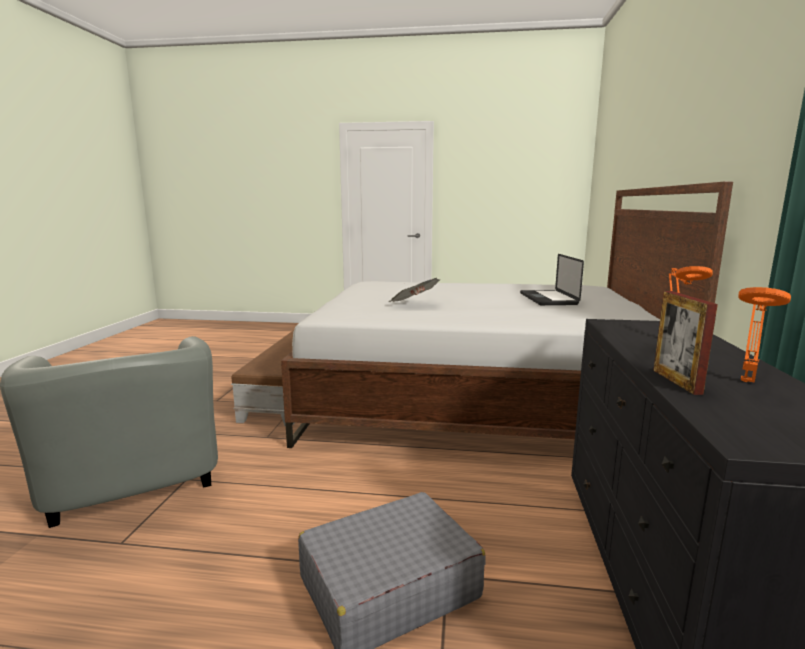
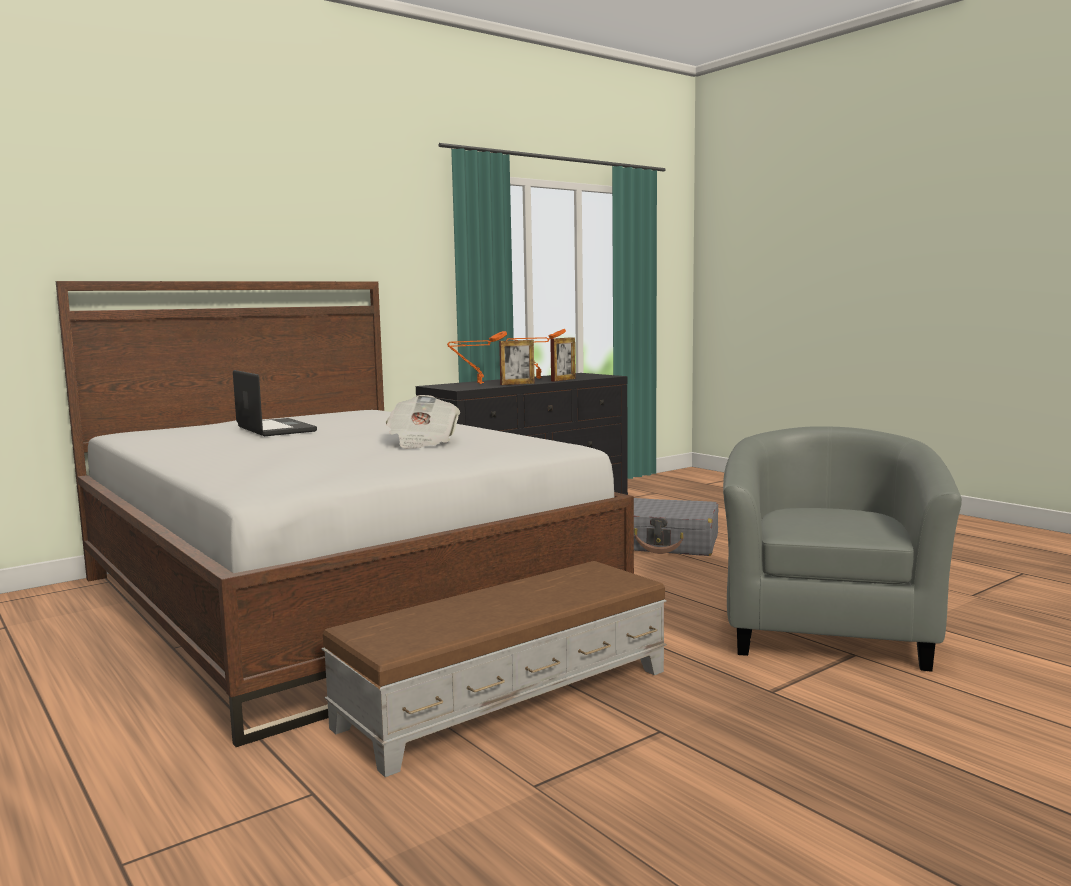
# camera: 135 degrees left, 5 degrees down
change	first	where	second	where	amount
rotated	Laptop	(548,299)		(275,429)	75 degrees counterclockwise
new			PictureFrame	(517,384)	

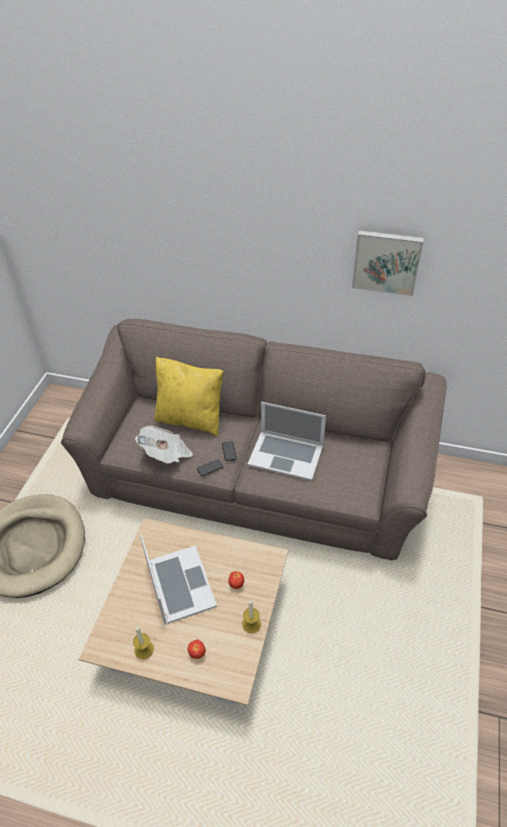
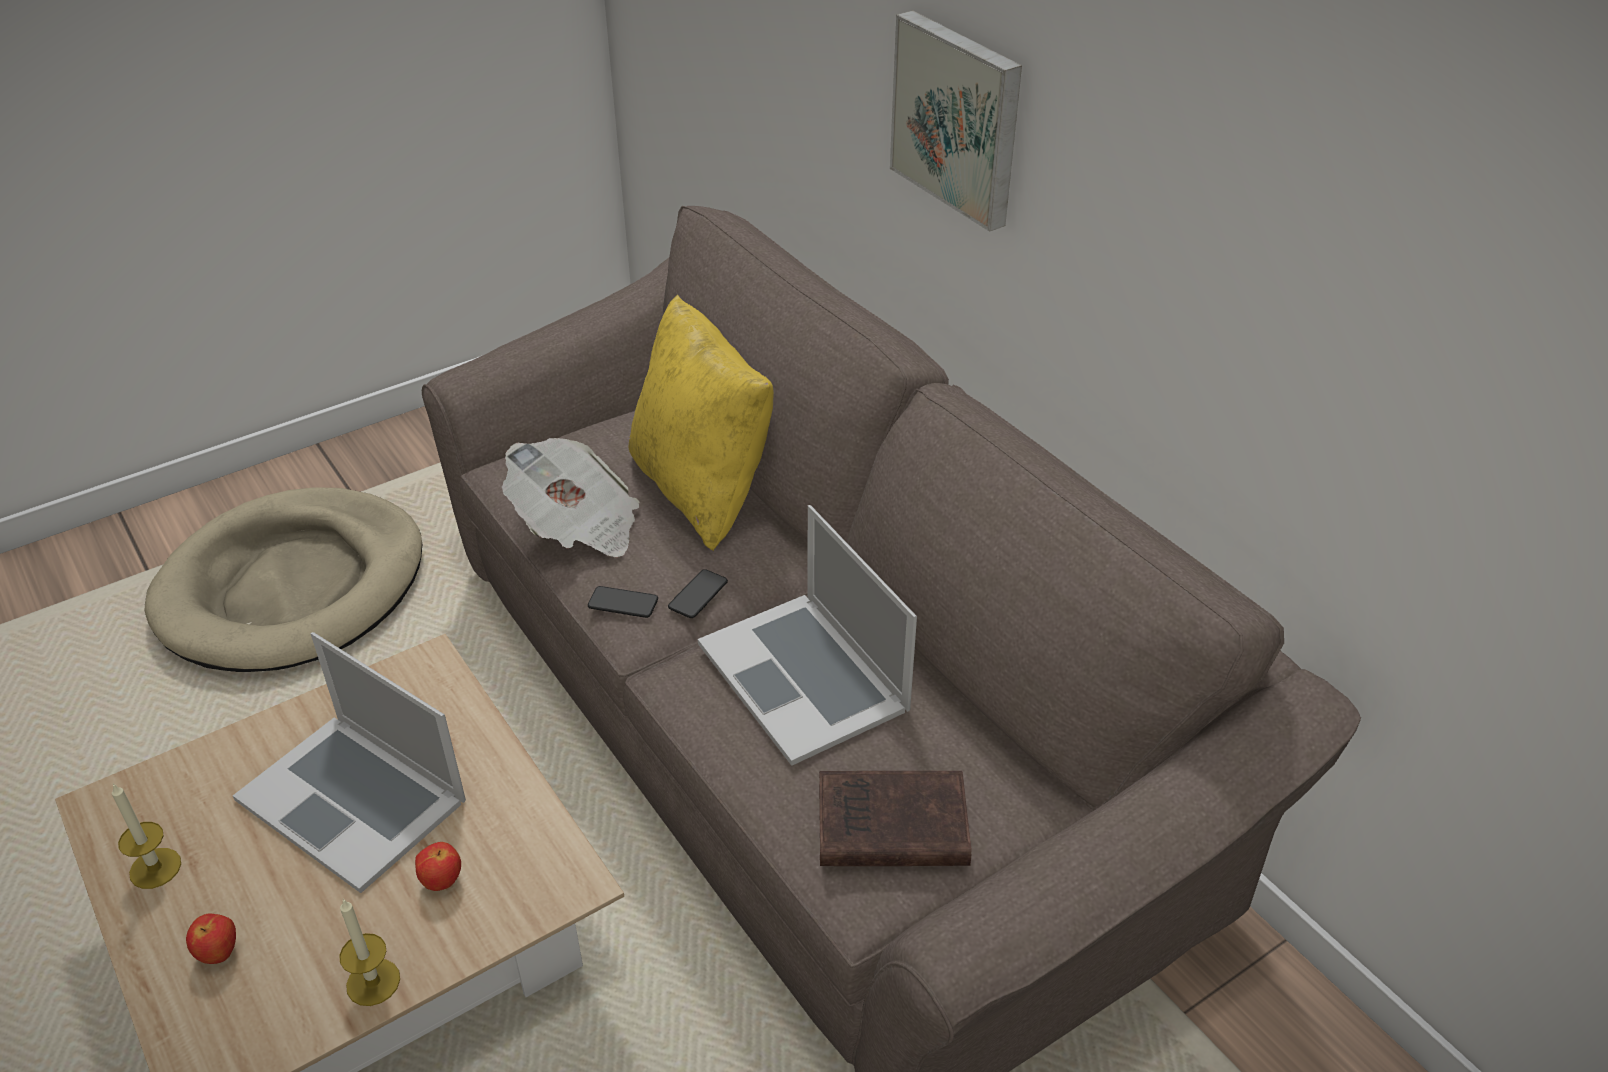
# camera: 40 degrees right, 5 degrees down
change	first	where	second	where	amount
shifted	Picture	(386,261)		(959,118)	
rotated	Laptop	(180,584)		(352,799)	105 degrees clockwise
new			BrownBook	(887,826)	

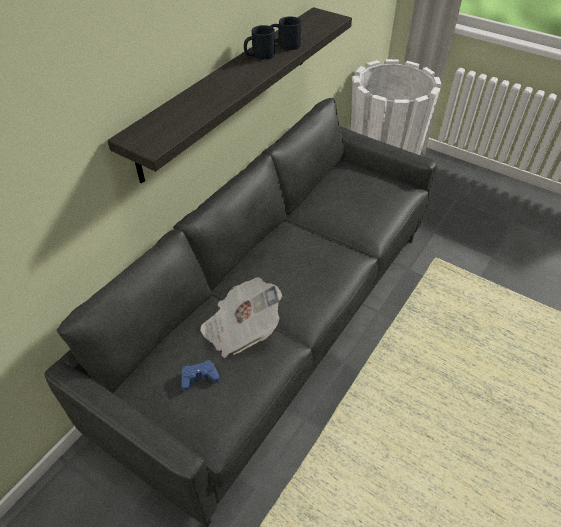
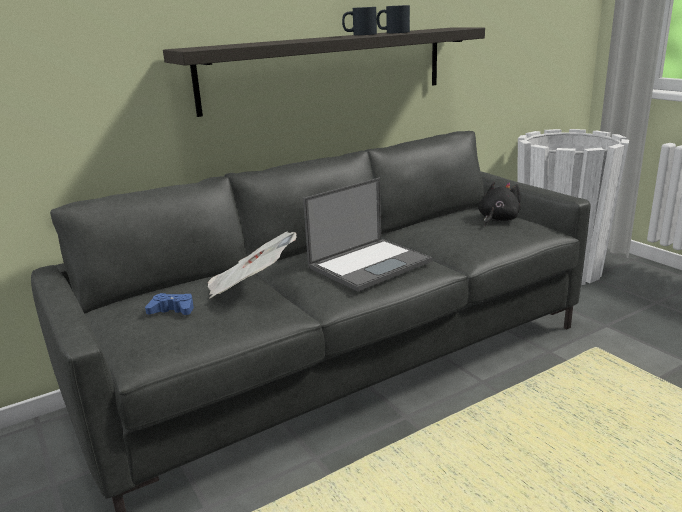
# camera: 25 degrees right, 25 degrees down
change	first	where	second	where	amount
new			Laptop	(370,264)	
new			BlackPlushToy	(497,219)	

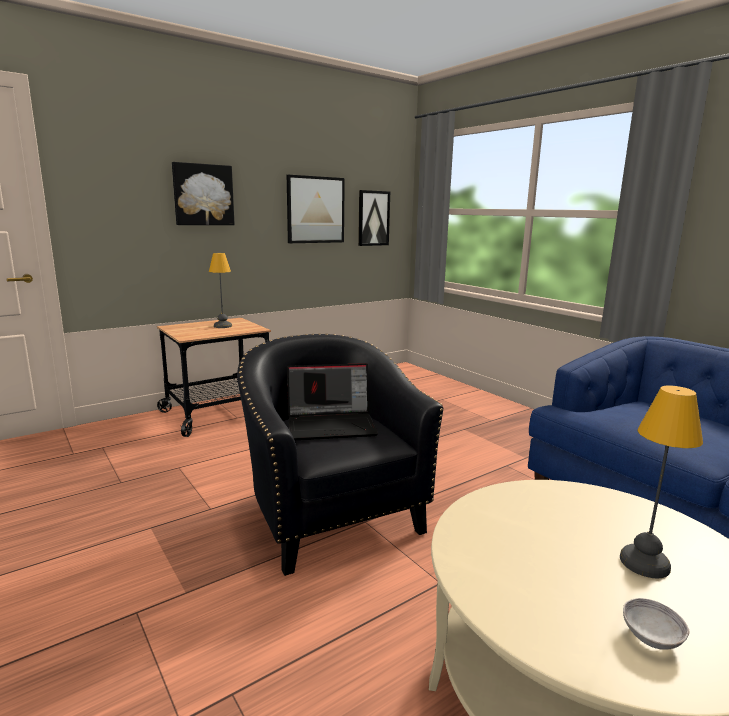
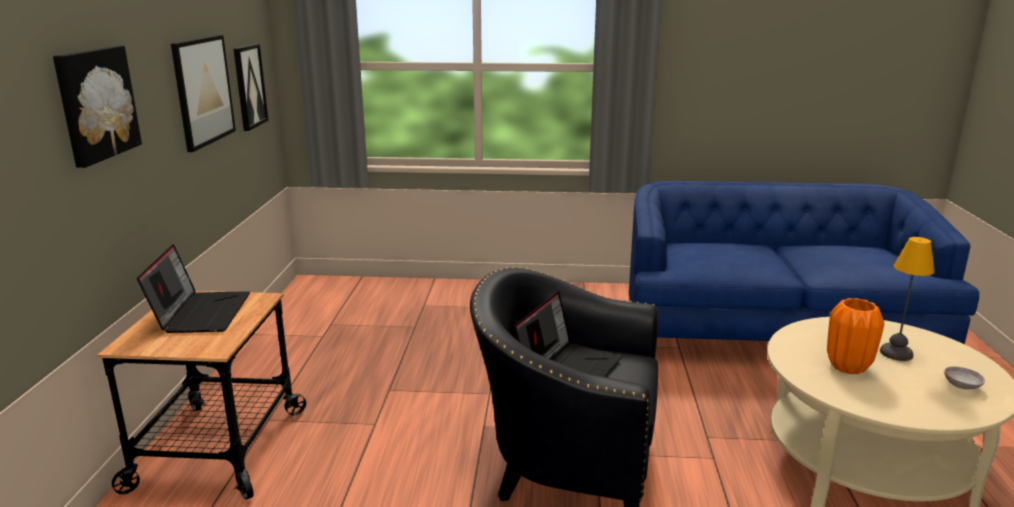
# camera: 50 degrees left, 5 degrees up
change	first	where	second	where	amount
swapped	TableLamp	(222,326)	Laptop	(201,313)	
new			OrangeVase	(847,367)	

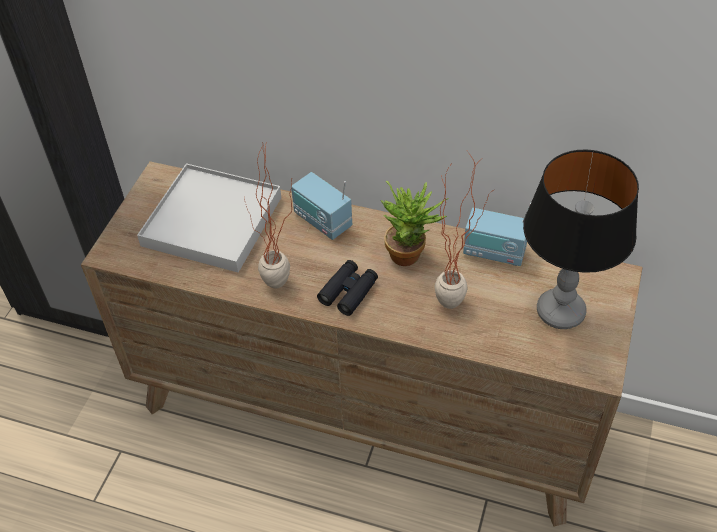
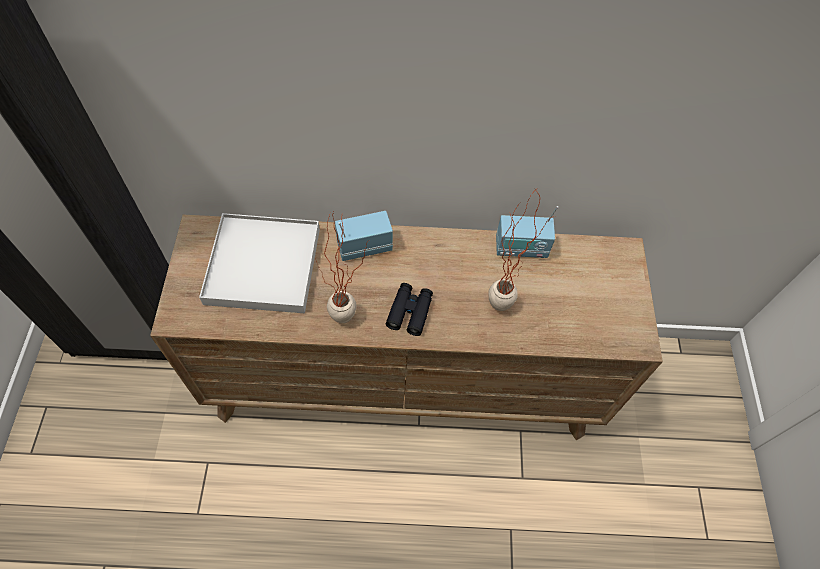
# camera: 20 degrees left, 10 degrees up
change	first	where	second	where	amount
gone	TableLamp	(561,312)			
rotated	Radio	(322,221)		(364,246)	135 degrees clockwise
gone	PottedPlant	(411,254)			

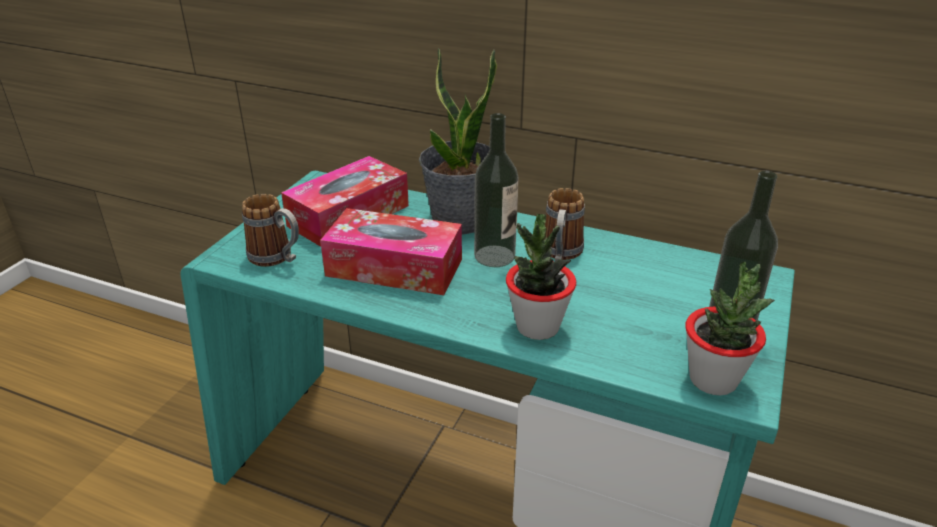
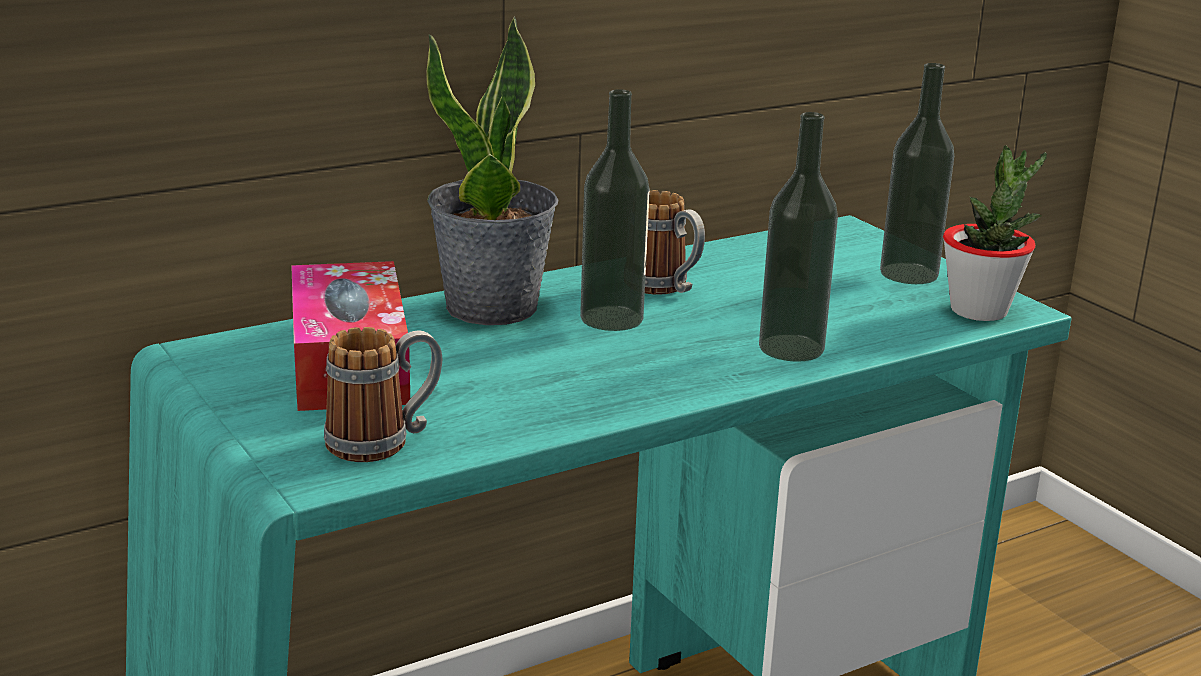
# camera: 55 degrees left, 10 degrees down
change	first	where	second	where	amount
gone	TissueBox	(394,267)			
swapped	PottedPlant	(537,327)	Bottle	(791,348)	

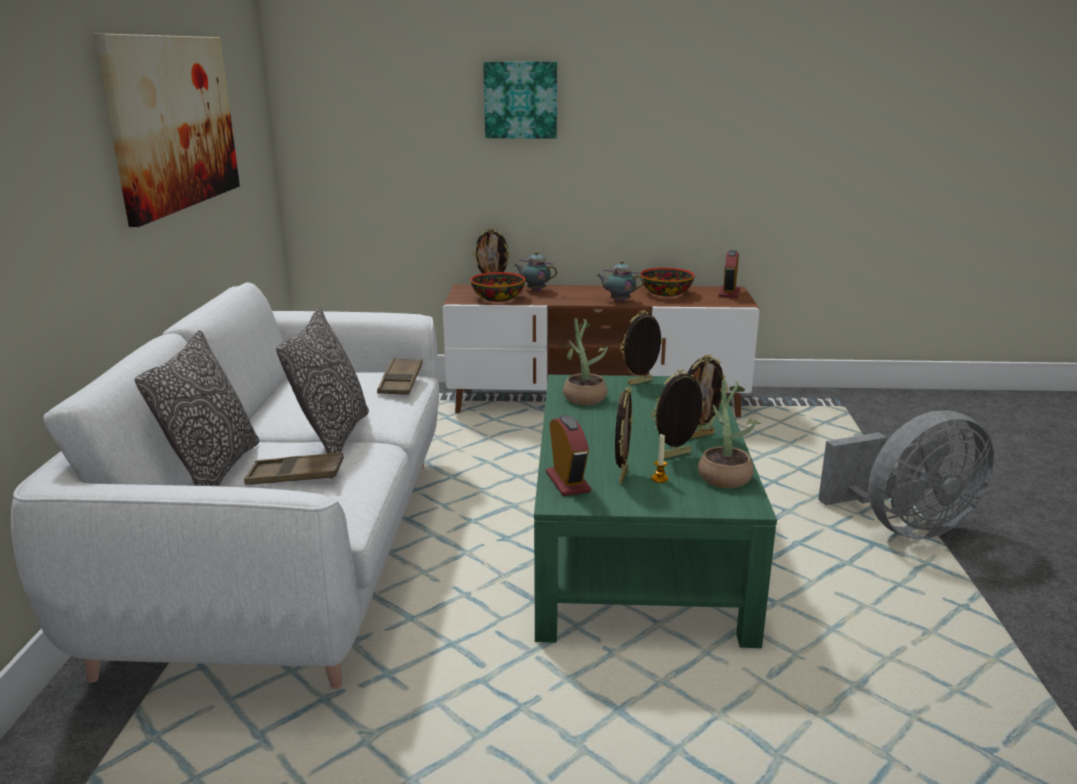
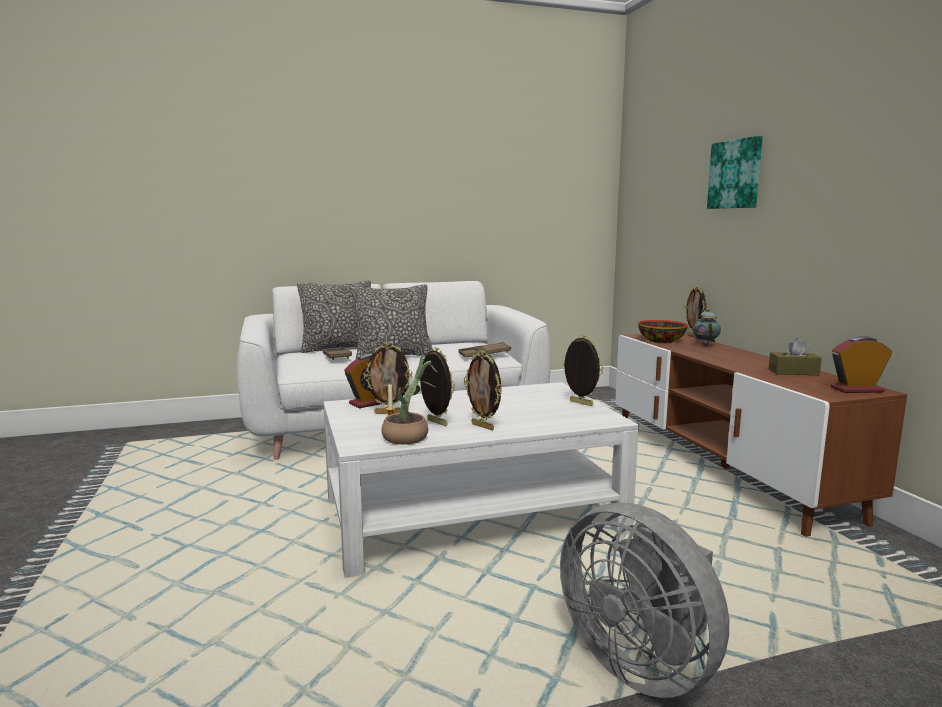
# camera: 70 degrees right, 10 degrees down
change	first	where	second	where	amount
gone	Picture	(174,122)			
gone	Teapot	(619,301)			
swapped	Bowl	(665,293)	BrownTissueBox	(793,372)	
gone	PottedPlant	(582,396)			
repainted	GreenCoffeeTable	(635,545)	WhiteCoffeeTable	(472,514)	

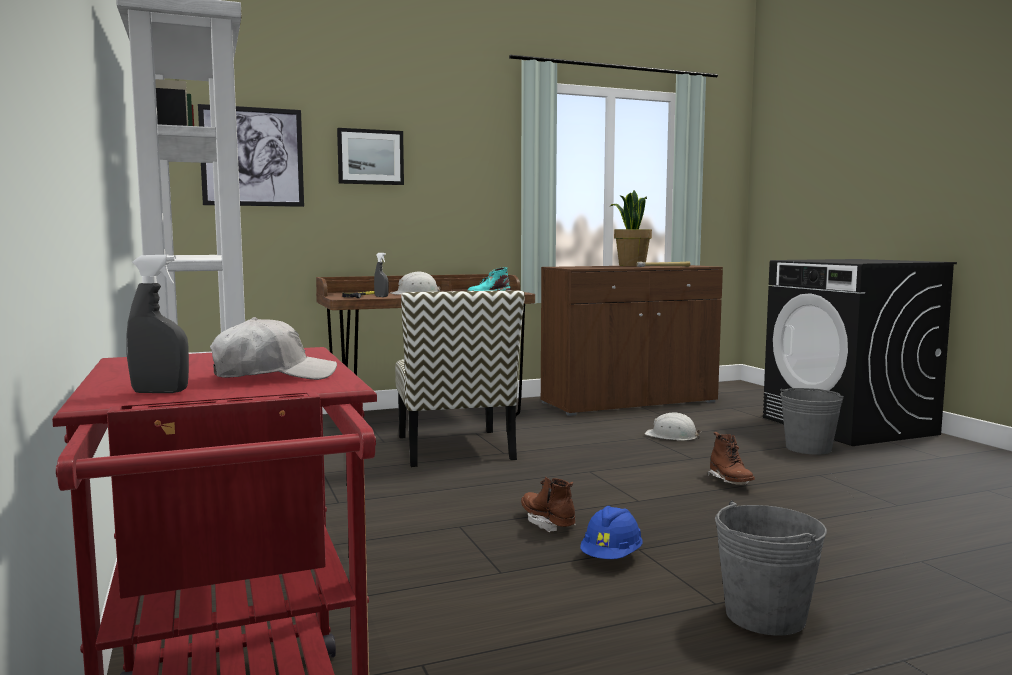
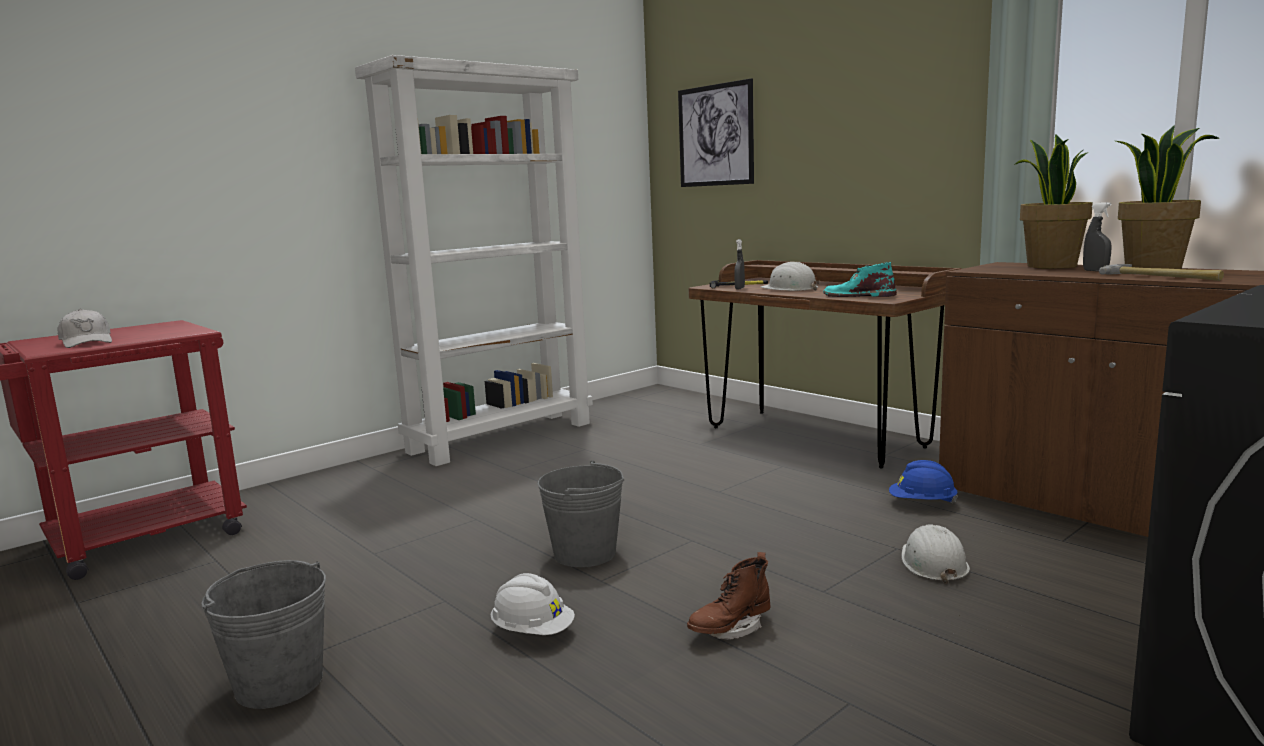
# camera: 70 degrees right, 5 degrees up
change	first	where	second	where	amount
gone	Picture	(370,157)			
shifted	GreySprayBottle	(160,392)		(1095,271)	
gone	Chair	(455,448)			
shifted	GreyBucket	(808,448)		(585,553)	
gone	BrownBoot	(547,523)			
shifted	BlueHardHat	(611,557)		(922,503)	
new			PottedPlant	(1050,266)	
new			WhiteHardHat	(533,632)	

